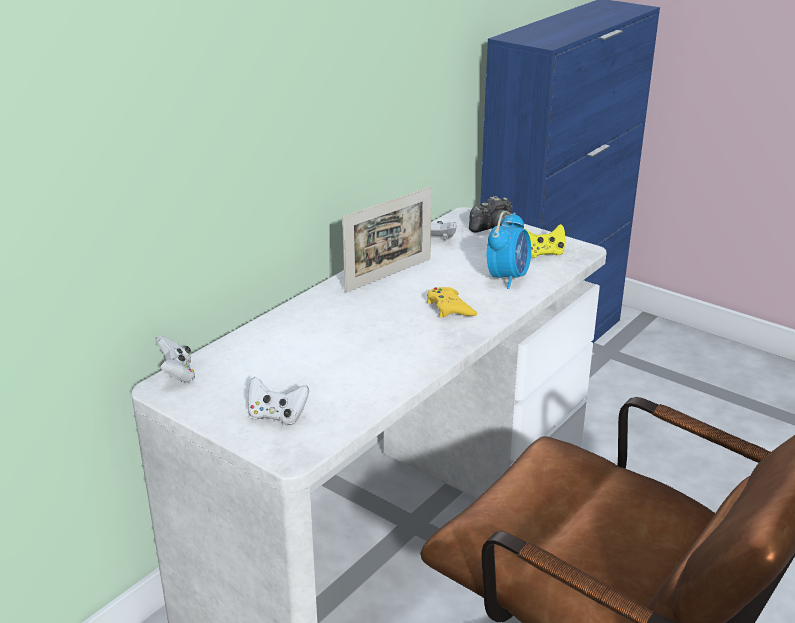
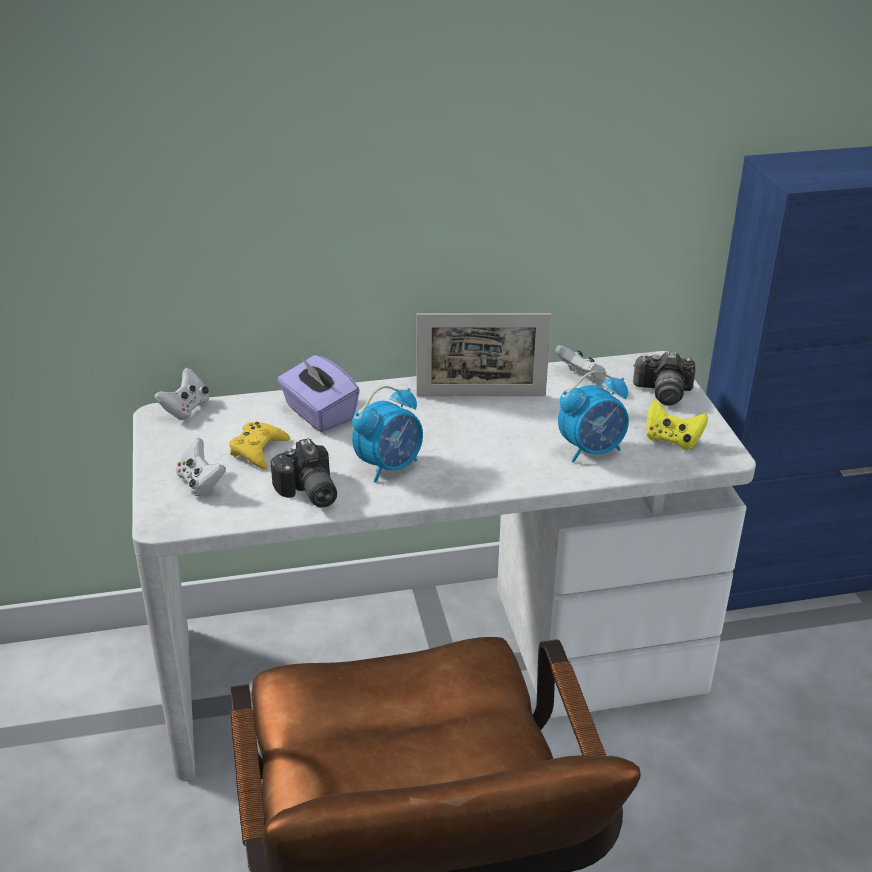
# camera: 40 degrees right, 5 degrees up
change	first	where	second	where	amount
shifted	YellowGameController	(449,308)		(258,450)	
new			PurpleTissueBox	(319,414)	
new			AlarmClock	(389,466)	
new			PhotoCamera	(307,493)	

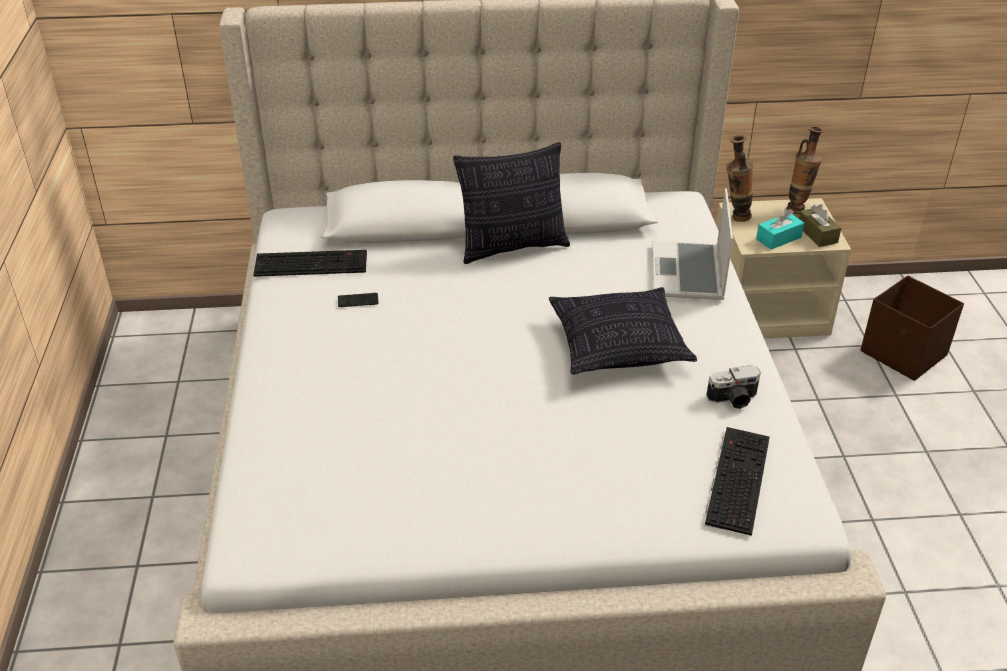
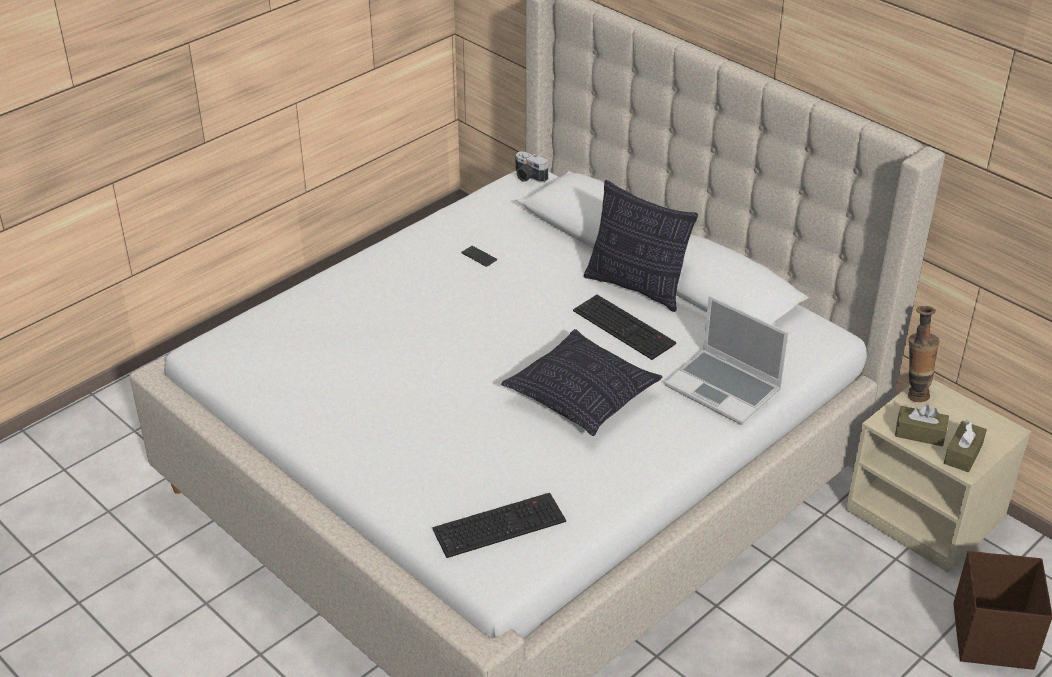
# camera: 50 degrees right, 0 degrees up
change	first	where	second	where	amount
gone	Vase	(798,209)			
rotated	Laptop	(689,274)		(724,388)	105 degrees counterclockwise
repainted	TurquoiseTissueBox	(778,238)	BrownTissueBox	(920,433)	
shifted	Keyboard	(312,263)		(625,327)	
shifted	PhotoCamera	(733,399)		(528,177)	

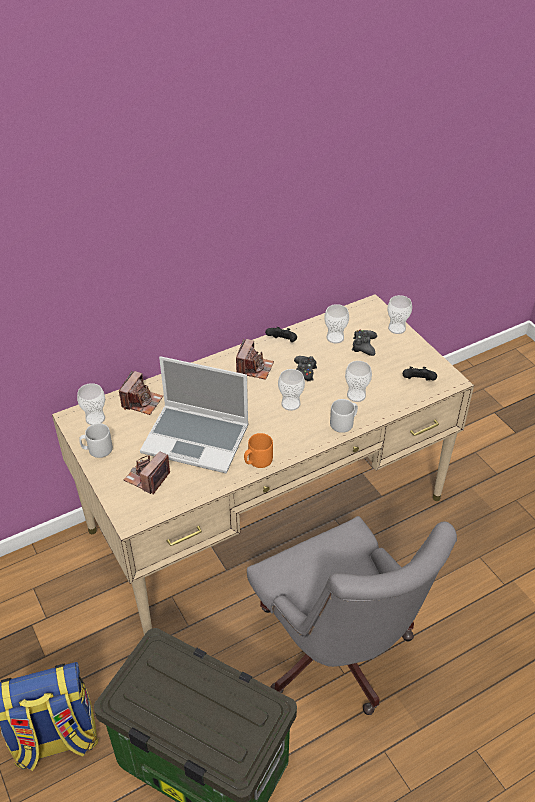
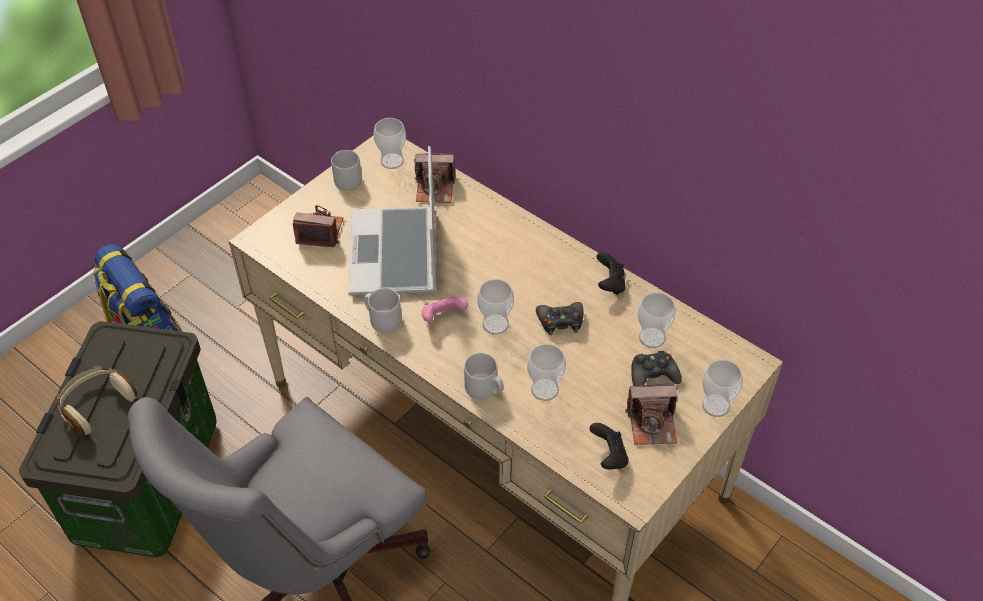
# camera: 70 degrees right, 5 degrees up
change	first	where	second	where	amount
shifted	PhotoCamera	(254,368)		(652,424)	
repainted	OrangeMug	(257,461)	GreyMug	(382,319)	
new			PinkGameController	(442,317)	
new			BeigeHeadphones	(96,404)	

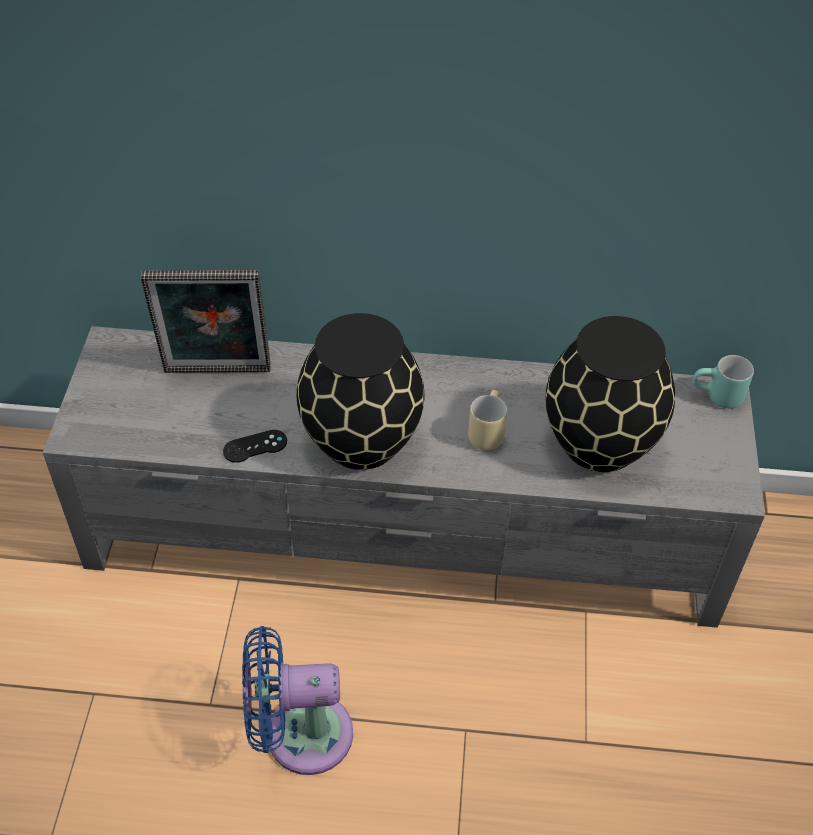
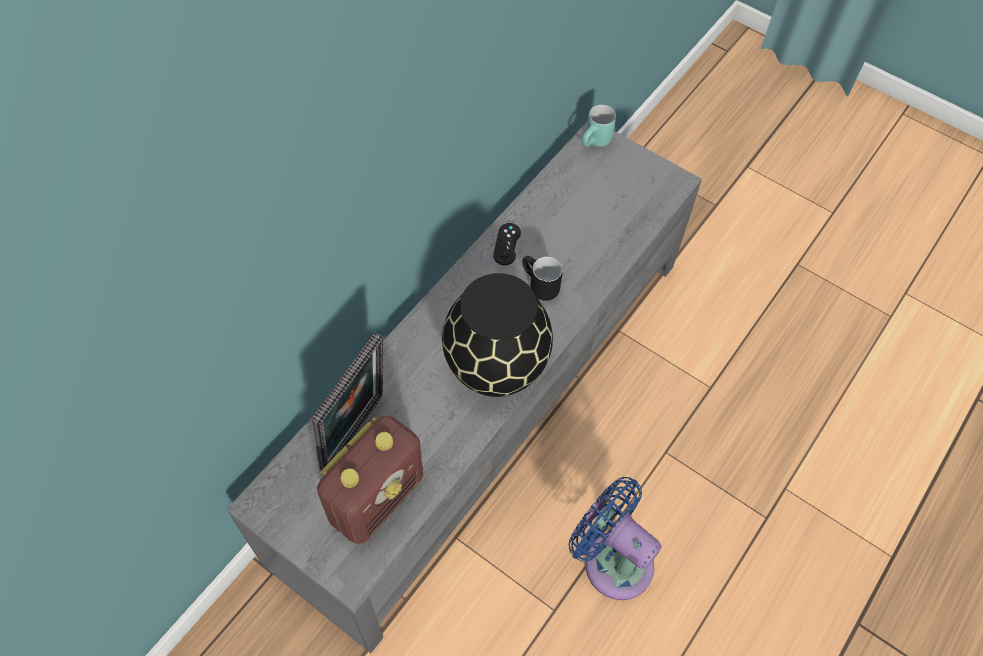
# camera: 60 degrees left, 10 degrees up
change	first	where	second	where	amount
gone	BlackVase	(599,444)			
repainted	BeigeMug	(485,431)	BlackMug	(538,286)	
shifted	BlackGameController	(255,446)		(507,244)	
rotated	BlueFan	(299,734)		(612,559)	105 degrees clockwise
new			Radio	(377,497)	

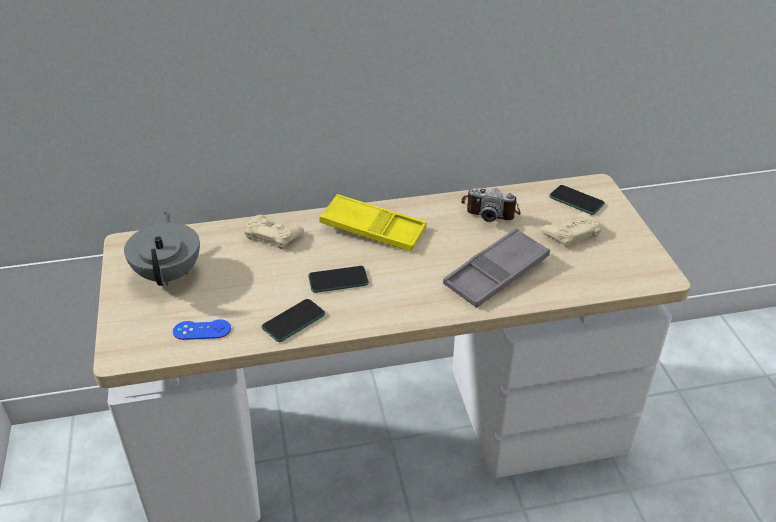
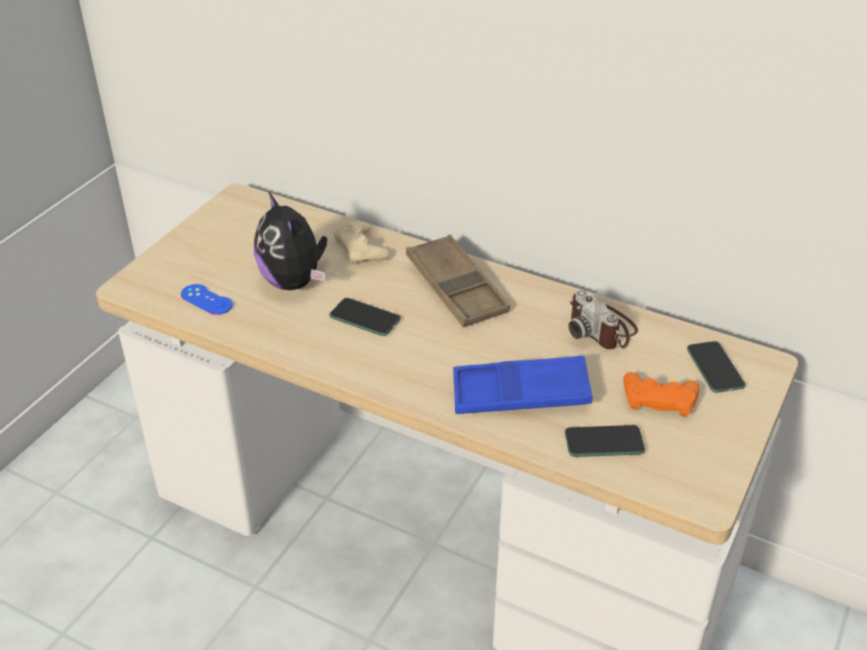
# camera: 40 degrees right, 0 degrees up
change	first	where	second	where	amount
repainted	YellowTray	(373,229)	BrownTray	(456,288)	
gone	GreyTeapot	(169,273)			
repainted	BeigeGameController	(571,234)	OrangeGameController	(659,398)	
repainted	GreyTray	(496,274)	BlueTray	(520,394)	
shifted	Phone	(293,321)		(604,442)	
new			PlushToy	(294,281)	

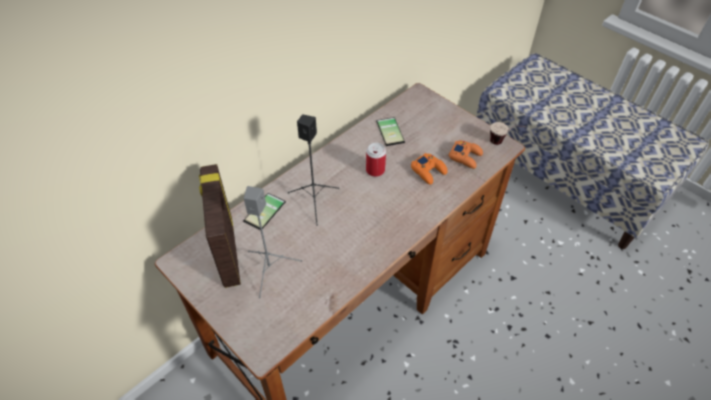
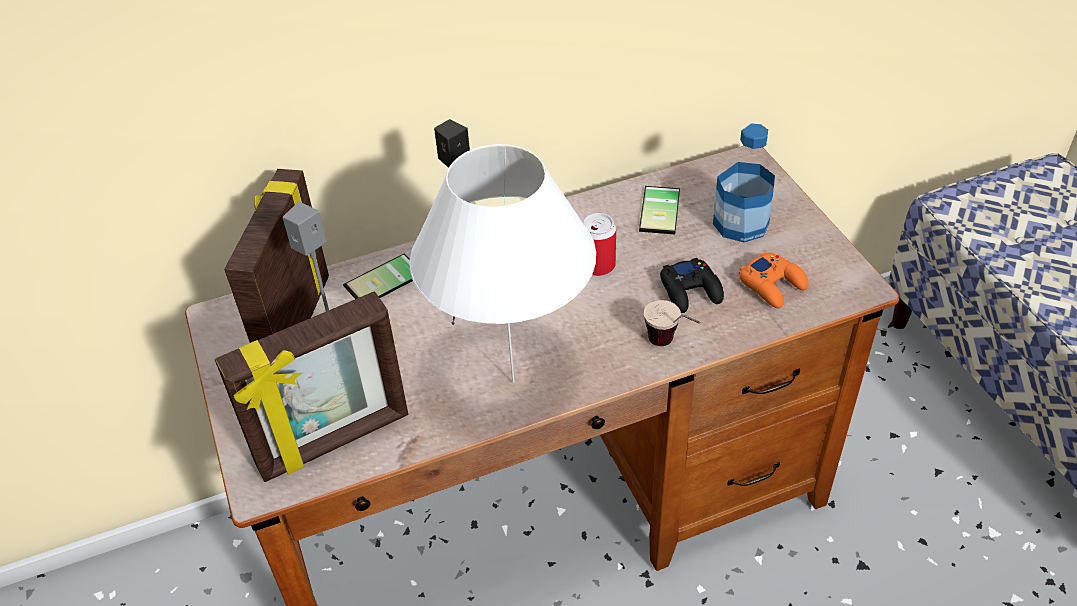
# camera: 25 degrees right, 5 degrees down
change	first	where	second	where	amount
shifted	Cup	(503,143)		(671,346)	
repainted	OrangeGameController	(428,171)	BlackGameController	(691,291)	
new			Bottle	(741,223)	
new			WhiteTableLamp	(512,381)	
new			PictureFrame	(334,442)	

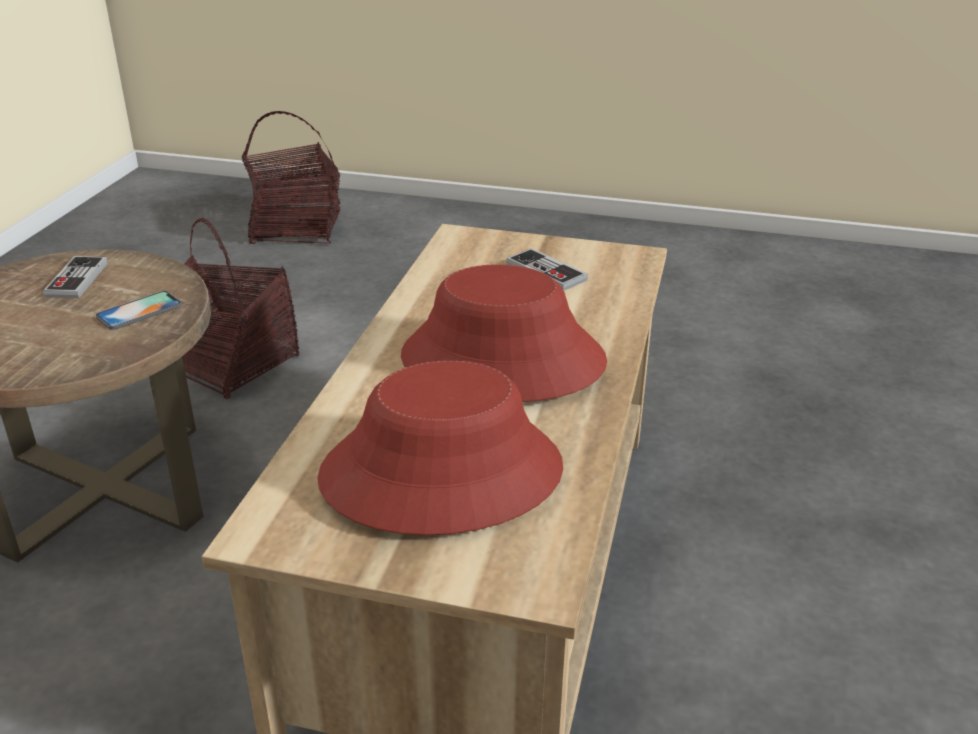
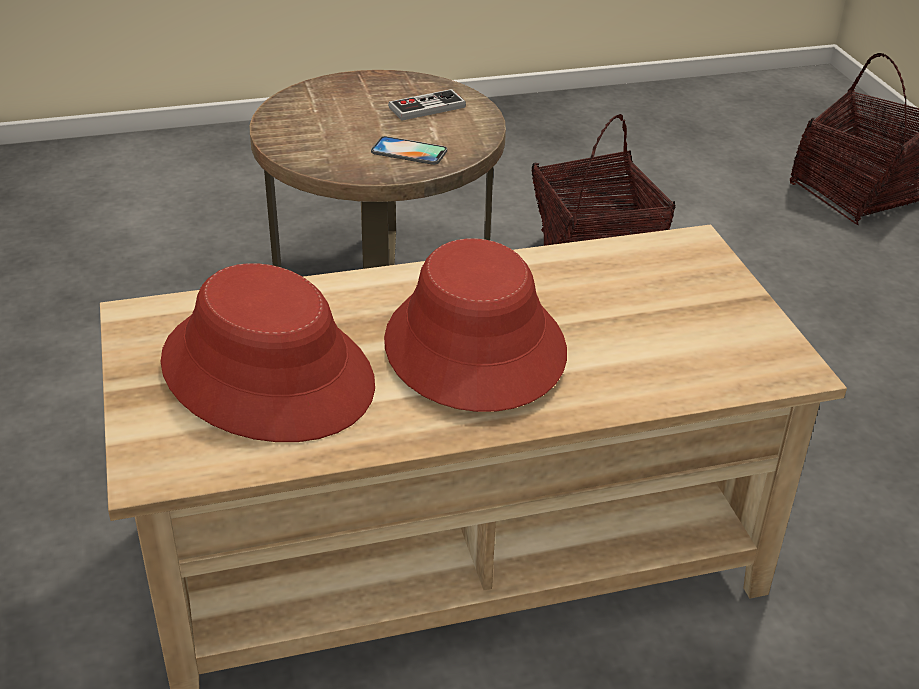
# camera: 60 degrees right, 5 degrees up
change	first	where	second	where	amount
gone	GameController	(546,272)			

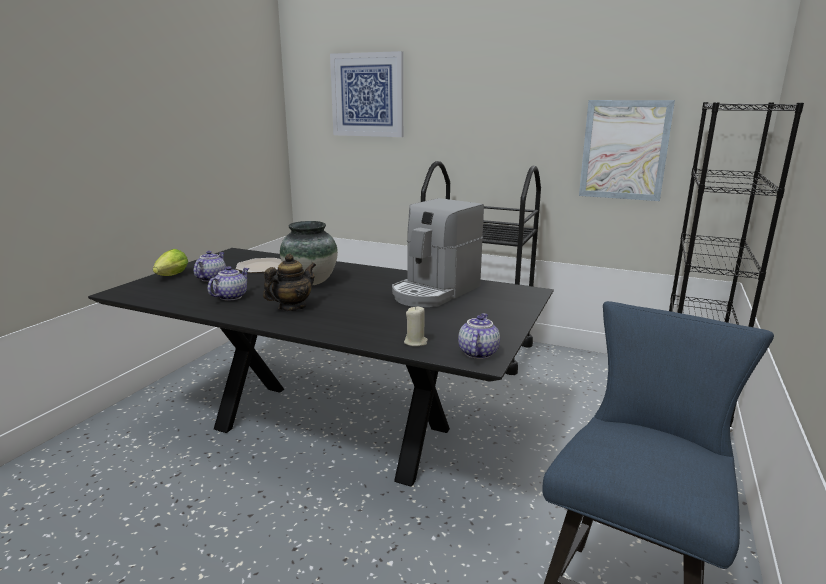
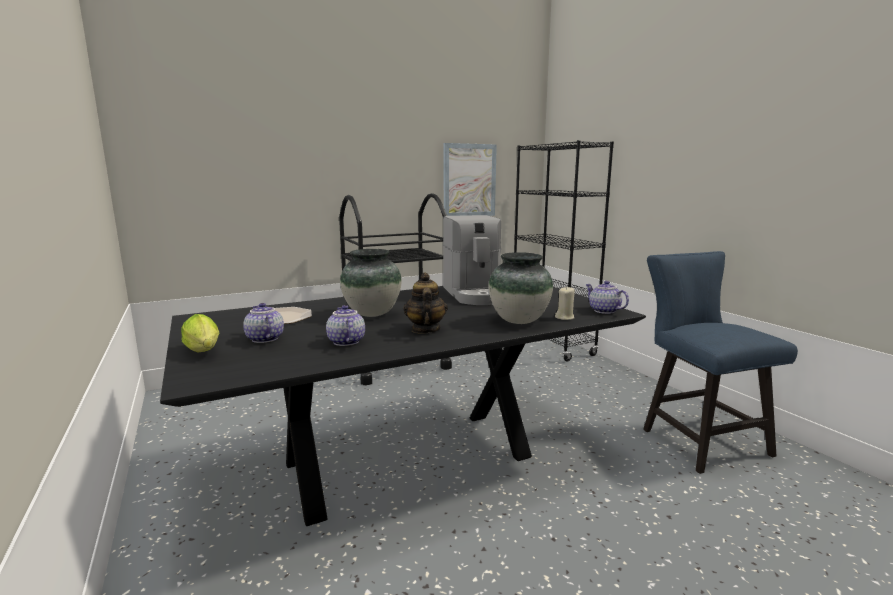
# camera: 50 degrees left, 5 degrees down
change	first	where	second	where	amount
gone	Picture	(367,95)			
new			Vase	(519,320)	

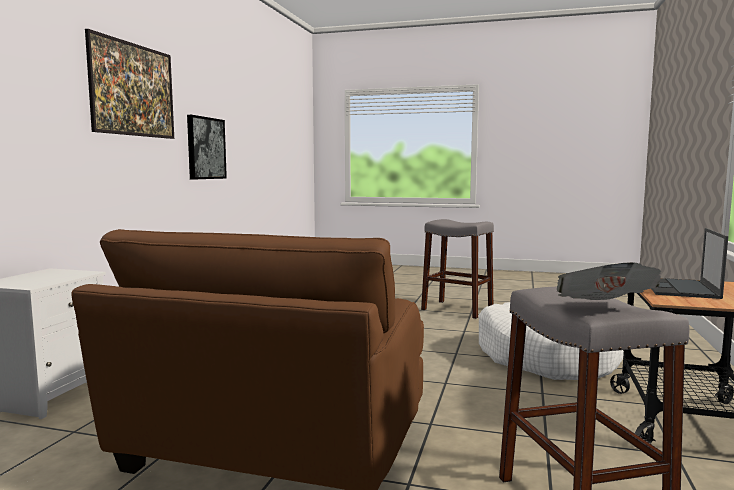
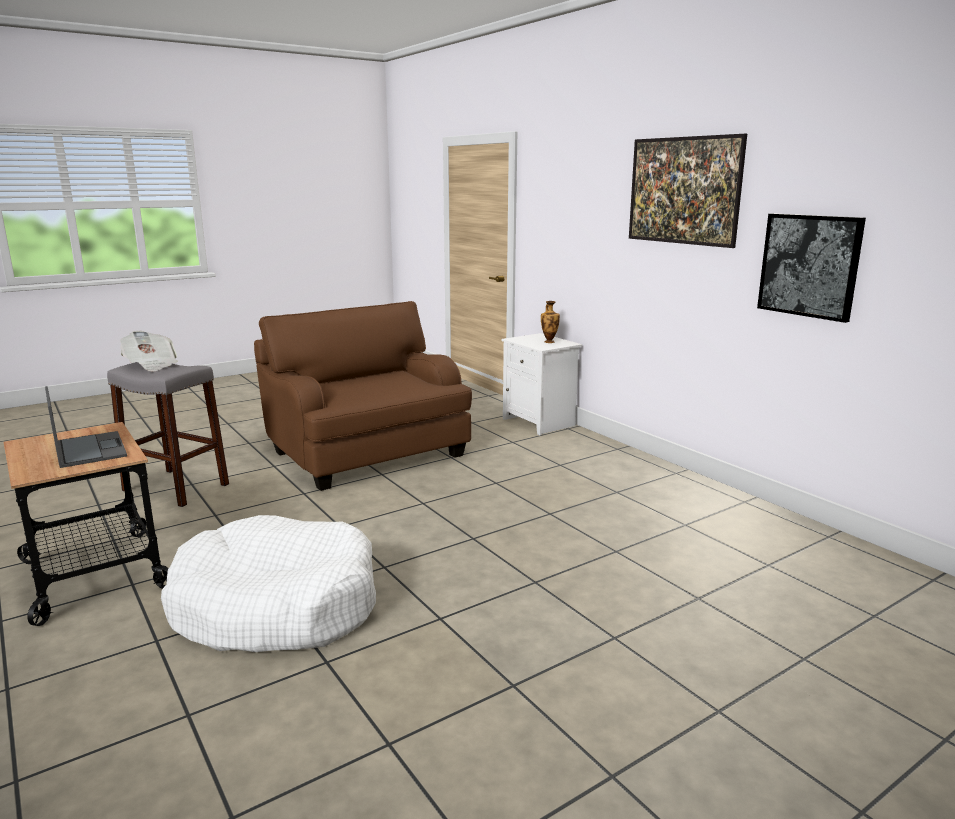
# camera: 130 degrees right, 10 degrees up
change	first	where	second	where	amount
gone	GreyStool	(457,309)			
new			Vase	(549,341)	

